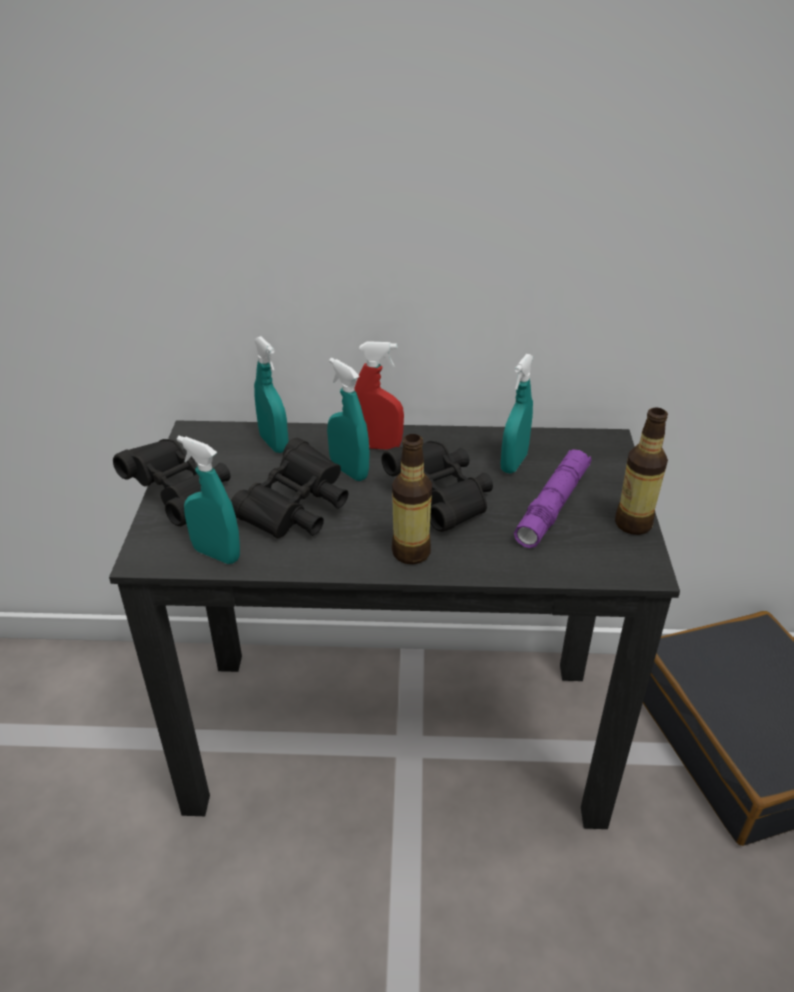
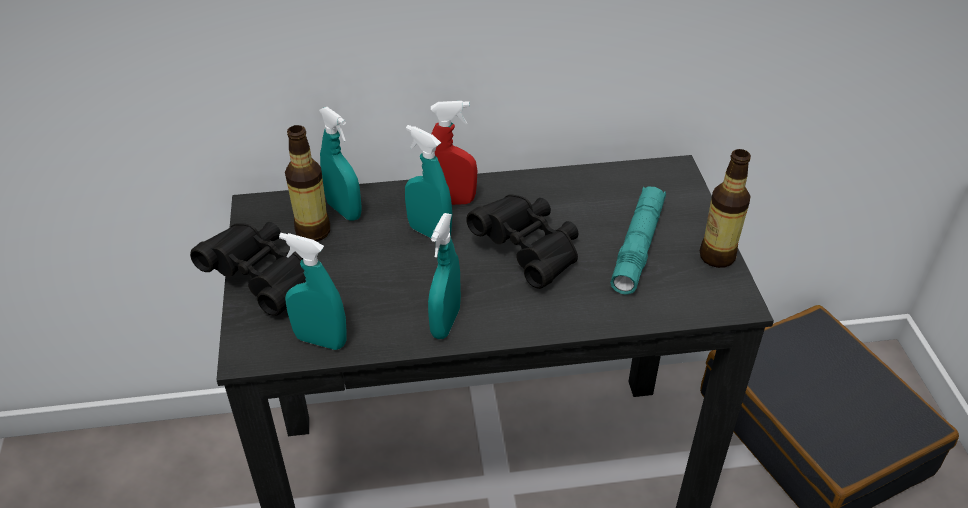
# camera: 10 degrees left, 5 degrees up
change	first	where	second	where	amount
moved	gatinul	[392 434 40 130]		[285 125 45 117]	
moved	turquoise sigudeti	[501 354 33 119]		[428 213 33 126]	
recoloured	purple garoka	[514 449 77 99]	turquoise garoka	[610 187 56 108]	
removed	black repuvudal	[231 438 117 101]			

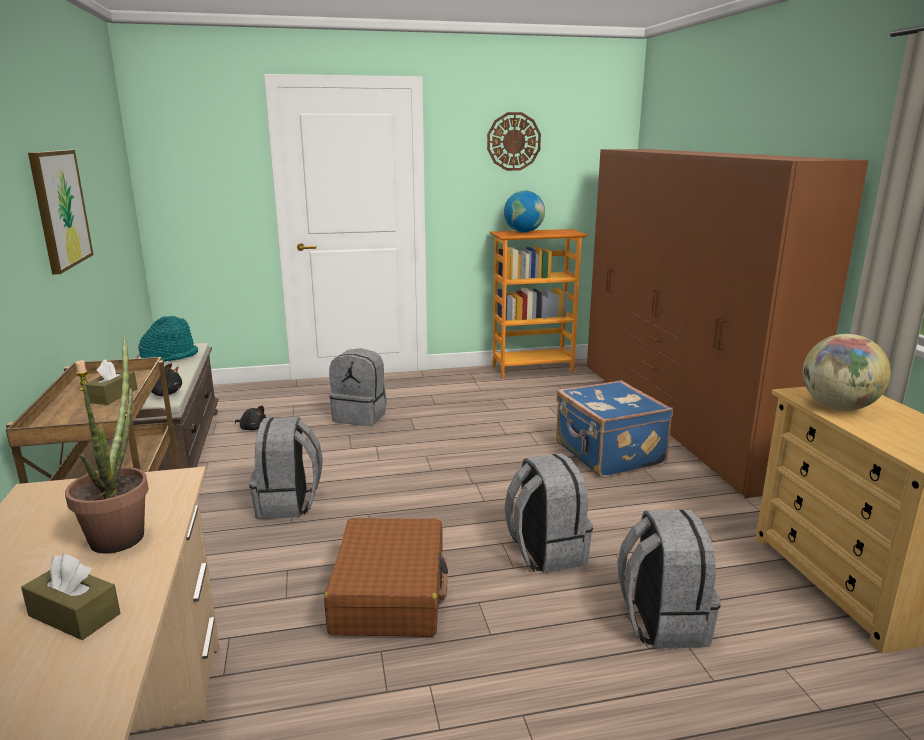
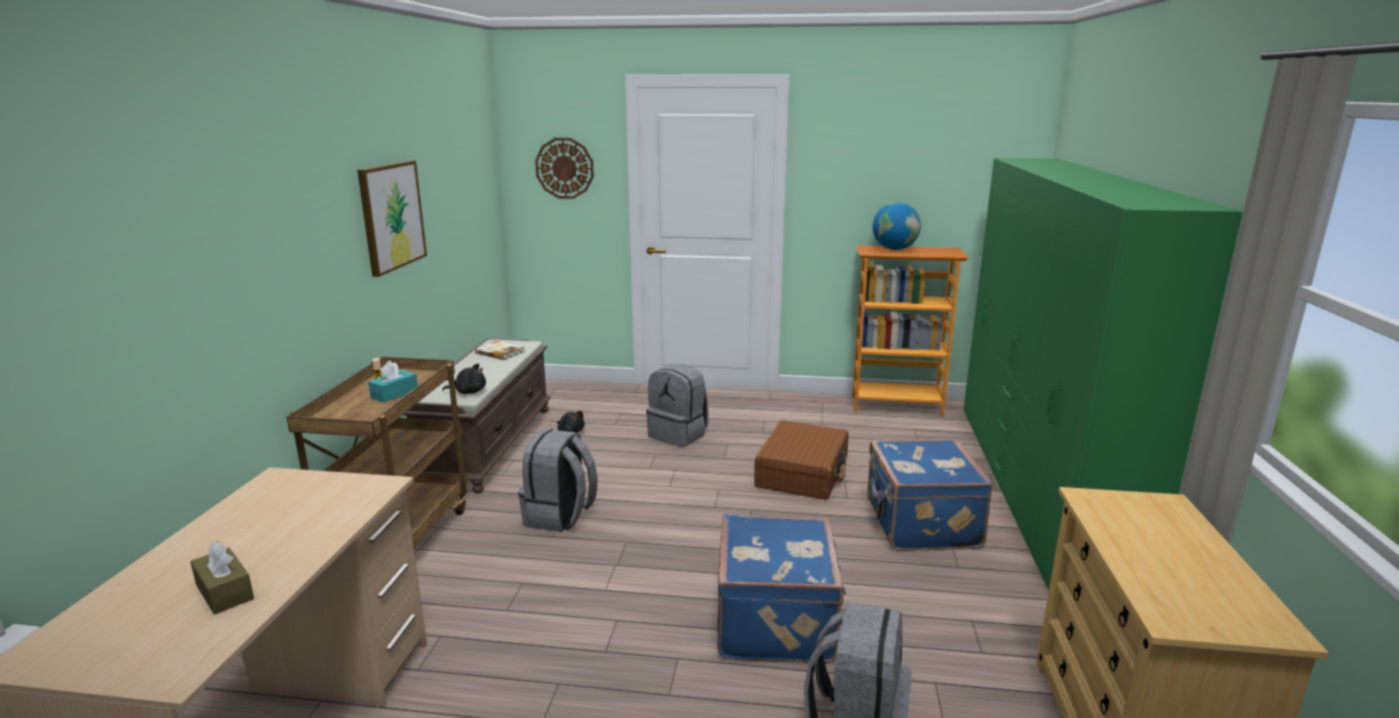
# camera: 20 degrees right, 0 degrees up
change	first	where	second	where	amount
recoloured	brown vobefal	[85 359 52 46]	turquoise vobefal	[368 361 50 42]	
replaced	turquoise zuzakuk	[138 316 60 46]	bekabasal	[475 341 50 19]	
moved	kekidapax	[487 112 54 59]		[535 138 59 61]	
replaced	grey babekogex	[505 453 88 121]	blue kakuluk	[717 514 129 149]	
moved	brown kakuluk	[324 518 124 119]		[754 420 94 80]	
recoloured	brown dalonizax	[587 149 282 349]	green dalonizax	[964 158 279 433]	
removed	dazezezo	[65 336 83 218]			
removed	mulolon	[803 334 88 77]			

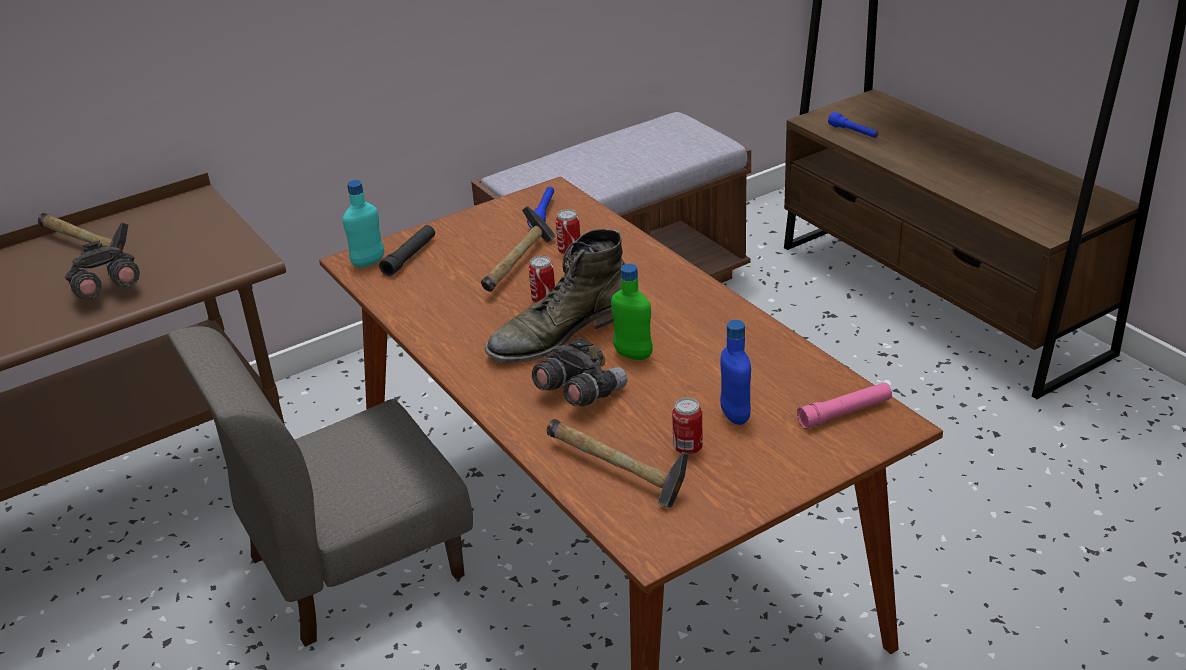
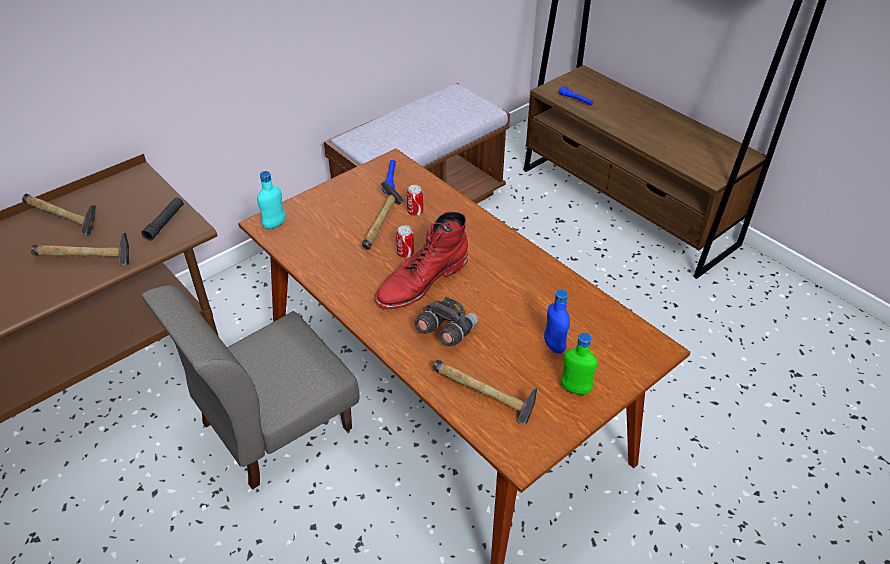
# camera: 10 degrees left, 10 degrees up
change	first	where	second	where	amount
replaced	grey repuvudal	[65 240 75 60]	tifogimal	[31 233 98 32]	
moved	black garoka	[379 225 56 51]		[141 197 43 44]	
recoloured	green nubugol	[485 229 140 134]	red nubugol	[375 211 93 99]	
moved	green gatinul	[611 264 42 96]		[561 333 36 62]	
removed	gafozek	[672 398 31 57]			
removed	pink garoka	[797 383 95 46]			

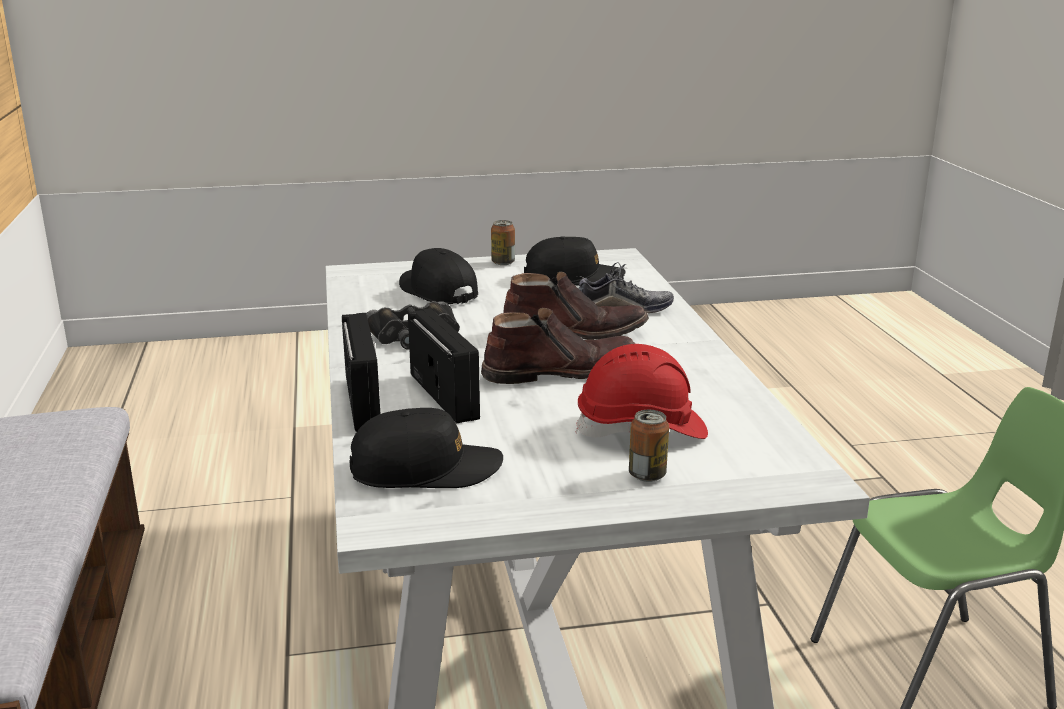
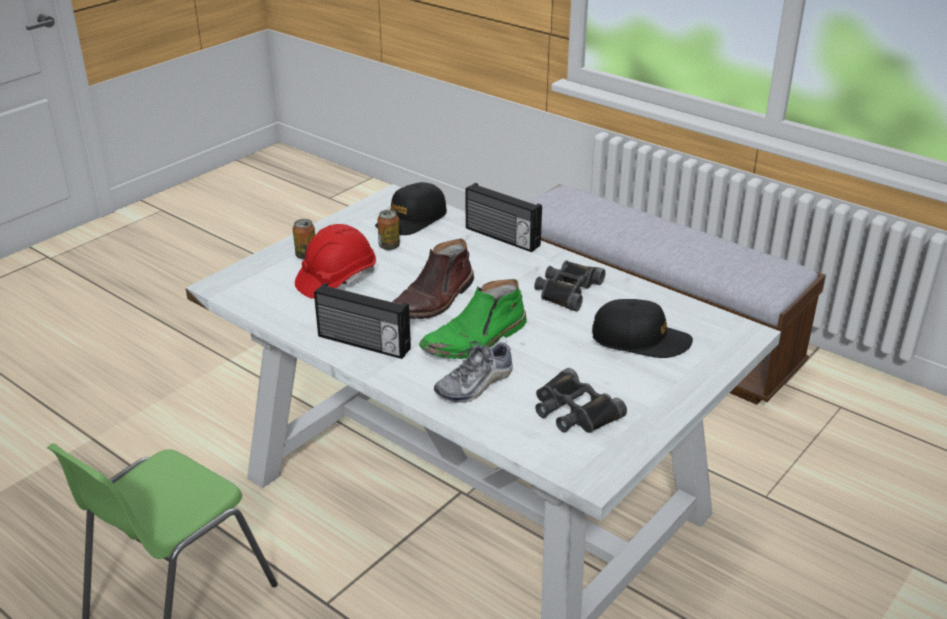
# camera: 140 degrees right, 10 degrees up
change	first	where	second	where	amount
moved	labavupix	[408 308 72 115]		[314 283 97 76]	
moved	gafozek	[491 220 24 45]		[377 210 23 40]	
recoloured	brown nubugol	[503 272 146 68]	green nubugol	[419 279 108 80]	
replaced	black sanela	[524 236 101 50]	black repuvudal	[535 368 92 65]	

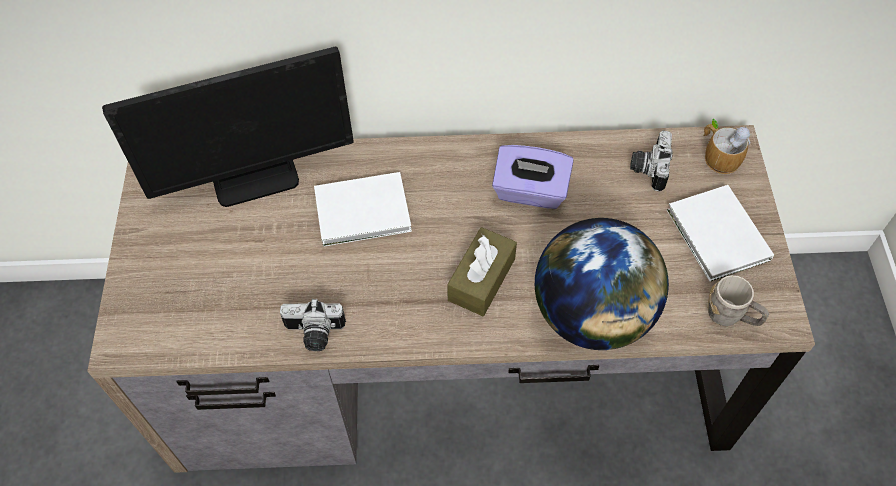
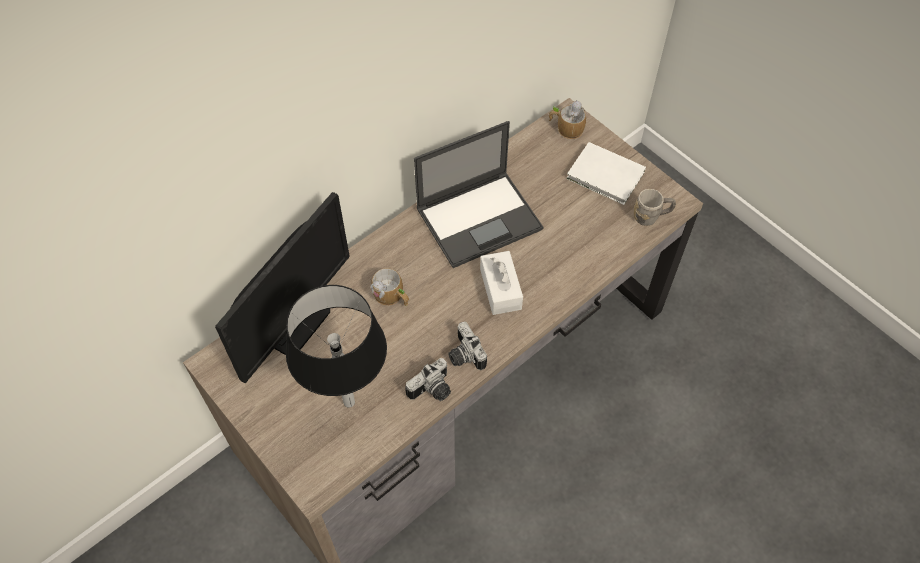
# camera: 40 degrees left, 0 degrees up
change	first	where	second	where	amount
added			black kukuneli	[286 285 101 123]	
replaced	white bekabasal	[314 172 98 75]	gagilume	[371 268 38 38]	
replaced	purple vobefal	[492 145 82 64]	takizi	[414 121 129 147]	
moved	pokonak	[630 131 43 60]		[448 321 39 49]	
recoloured	brown vobefal	[447 227 70 89]	white vobefal	[480 251 43 64]	
removed	mulolon	[535 218 134 132]			

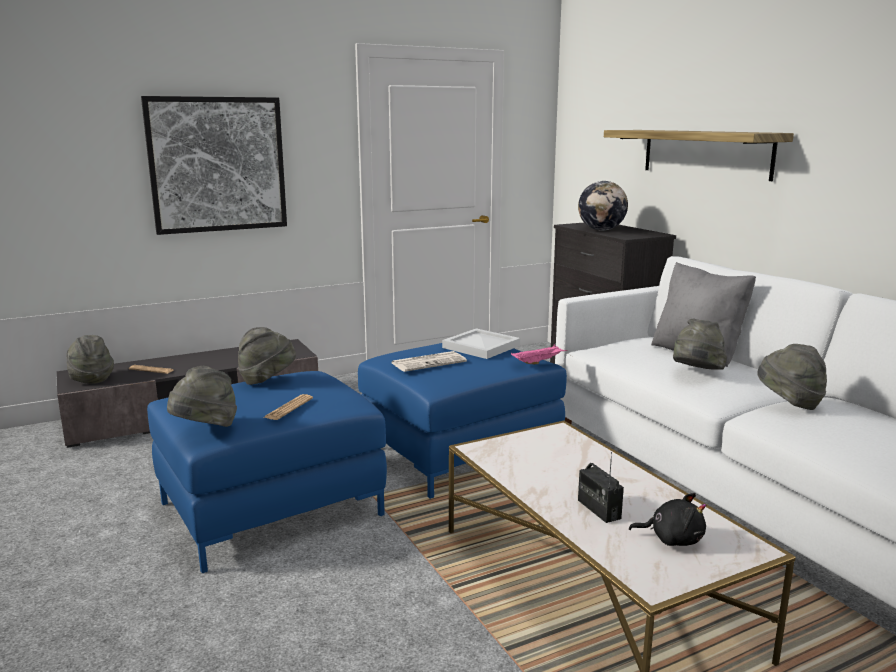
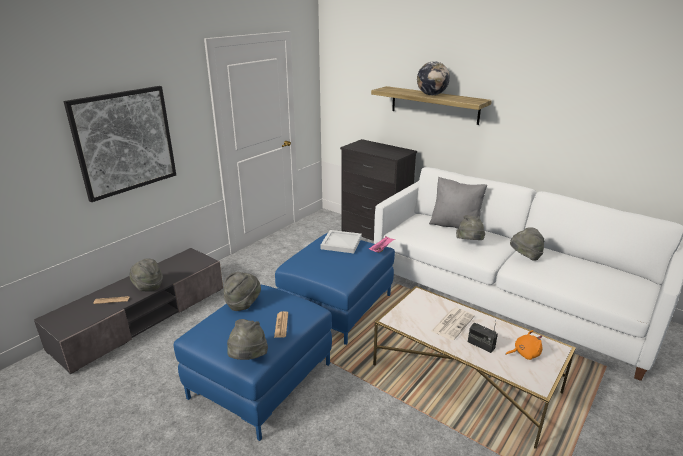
# camera: 25 degrees left, 10 degrees up
change	first	where	second	where	amount
moved	grey zuzakuk	[66 335 48 49]		[129 259 34 33]	
moved	mulolon	[578 181 50 50]		[417 61 33 34]	
moved	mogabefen	[392 351 75 21]		[431 308 44 32]	
recoloured	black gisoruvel	[629 493 77 53]	orange gisoruvel	[505 330 37 30]	

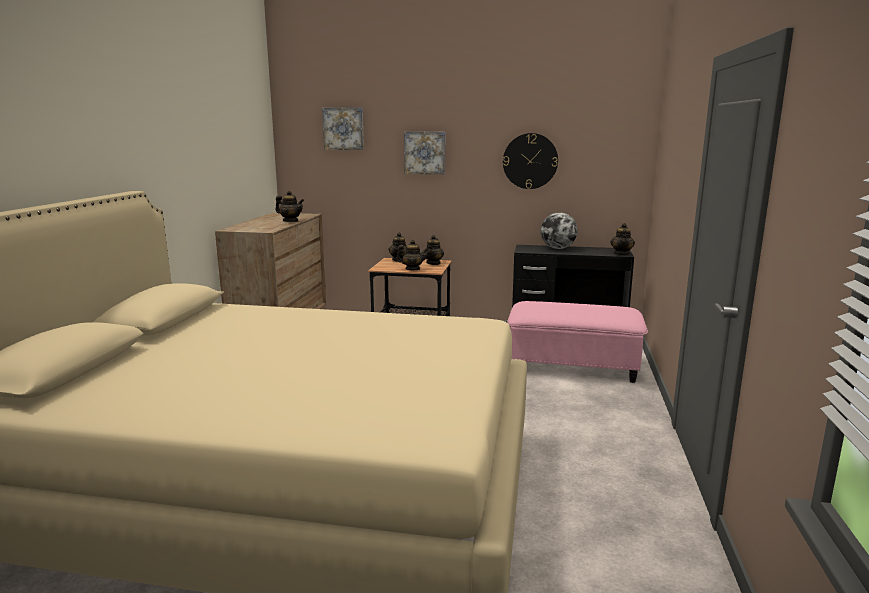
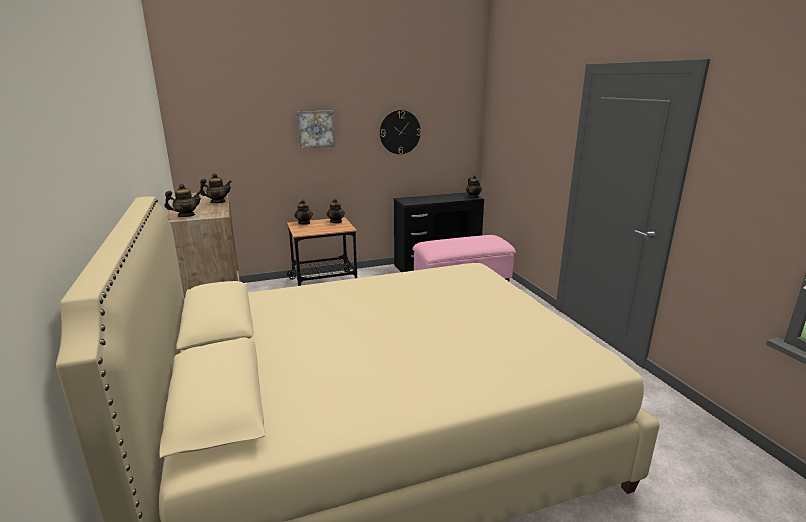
# camera: 30 degrees left, 5 degrees up
change	first	where	second	where	amount
moved	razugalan	[396 240 33 30]		[165 184 37 33]	
removed	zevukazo	[322 108 42 42]			
removed	mulolon	[541 212 37 37]			

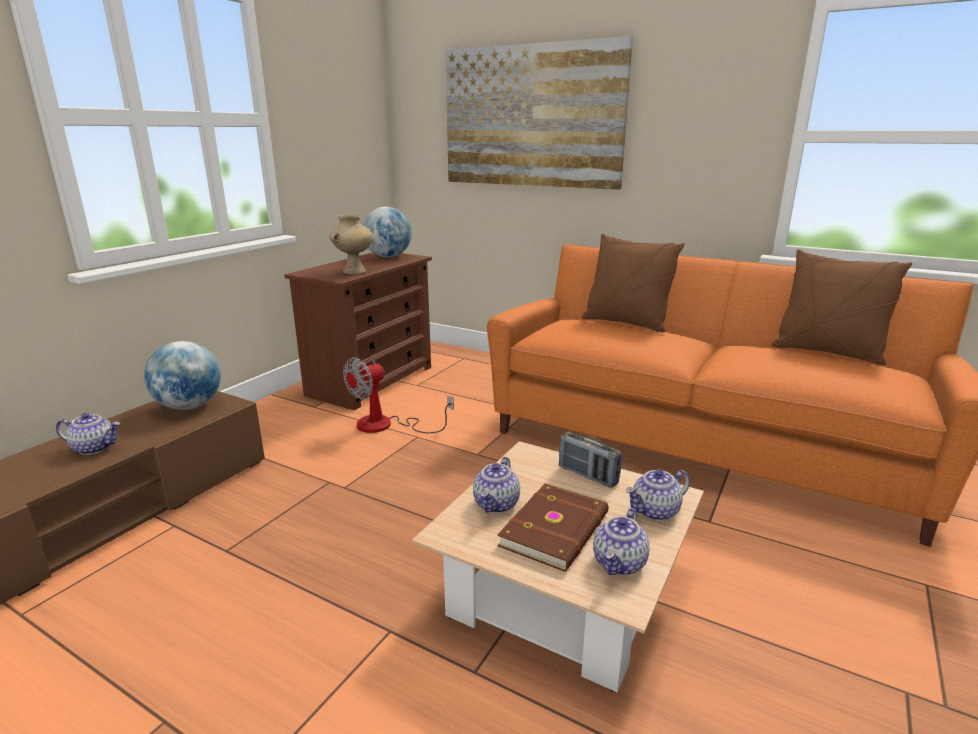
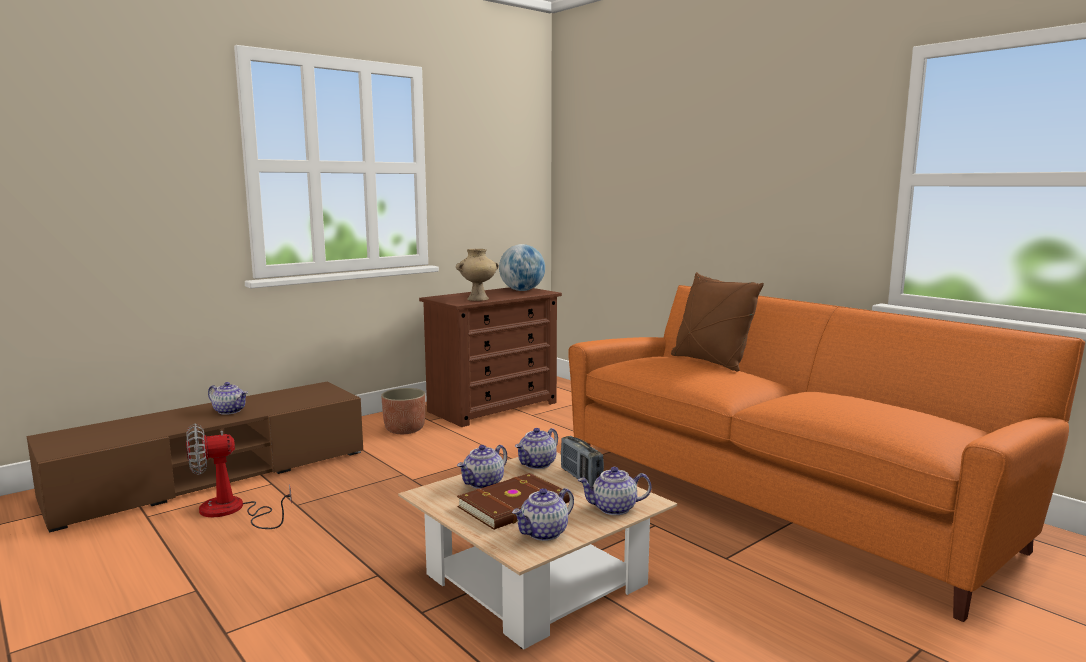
# camera: 20 degrees right, 10 degrees down
change	first	where	second	where	amount
moved	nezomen	[343 357 111 76]		[186 424 106 105]	
added			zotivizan	[381 388 44 46]	
added			razugalan	[515 428 43 41]	
removed	mulolon	[144 341 77 69]			
removed	zevukazo	[445 36 188 154]			
removed	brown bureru	[771 250 141 115]			

